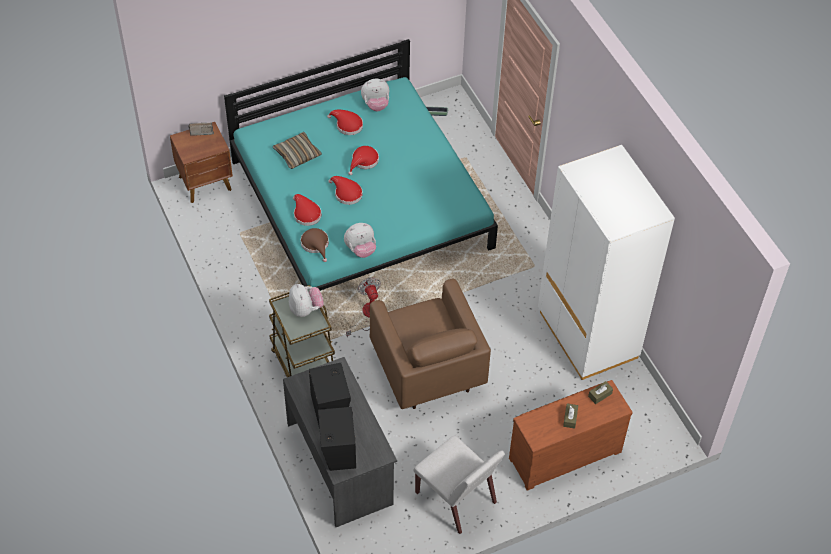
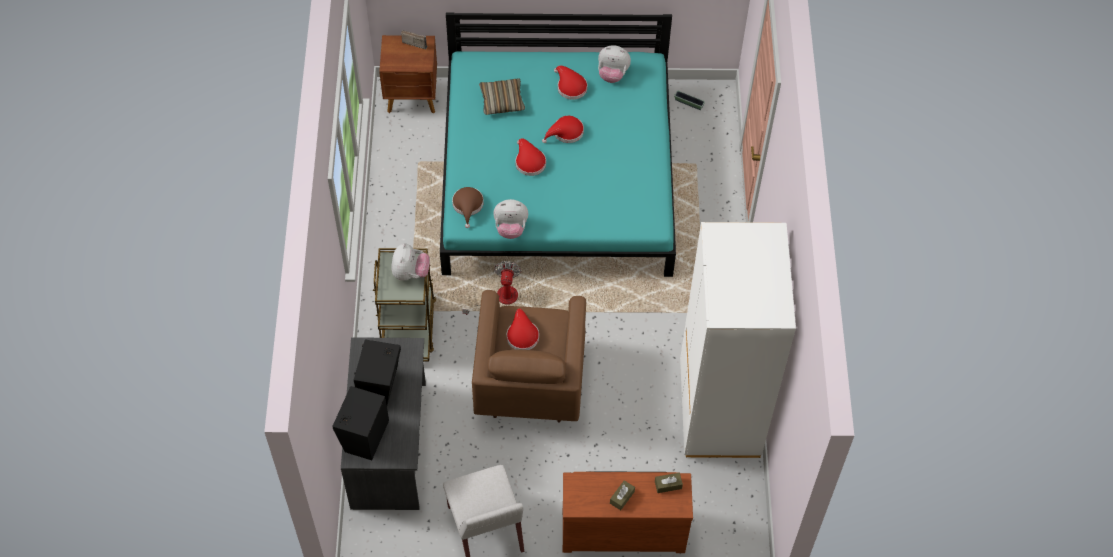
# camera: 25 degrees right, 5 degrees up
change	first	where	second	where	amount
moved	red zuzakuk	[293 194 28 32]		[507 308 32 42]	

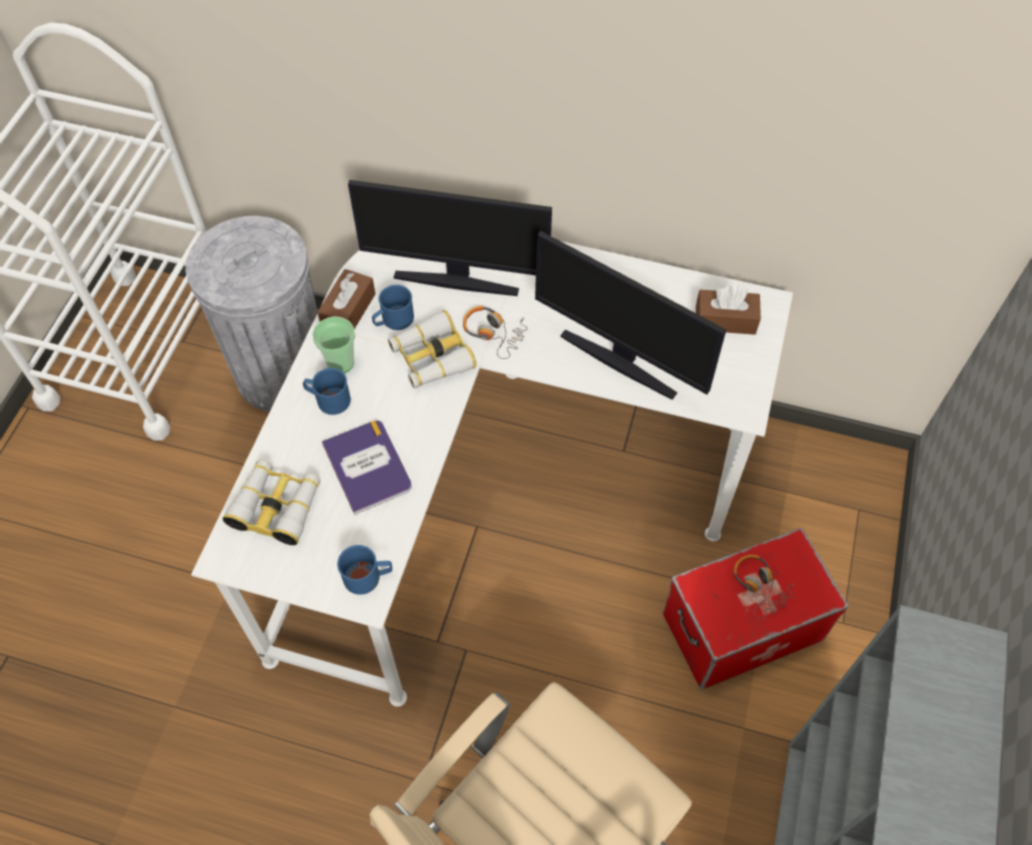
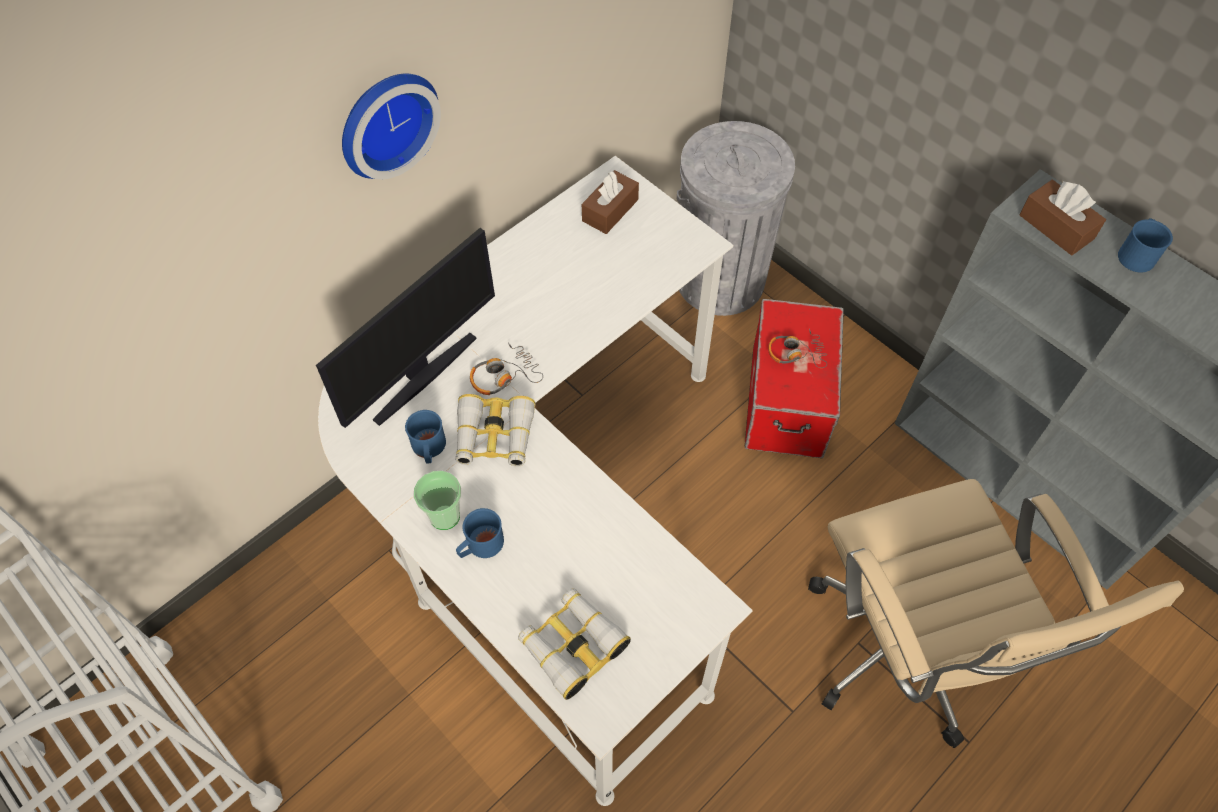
# camera: 60 degrees left, 0 degrees up
change	first	where	second	where	amount
added			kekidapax	[342 73 99 106]	
moved	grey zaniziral	[186 216 132 196]		[677 121 118 195]	
moved	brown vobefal	[317 269 58 60]		[1020 180 86 75]	
moved	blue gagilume	[337 545 55 50]		[1118 218 55 54]	
removed	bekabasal	[322 420 90 95]			
removed	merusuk	[535 231 191 169]			

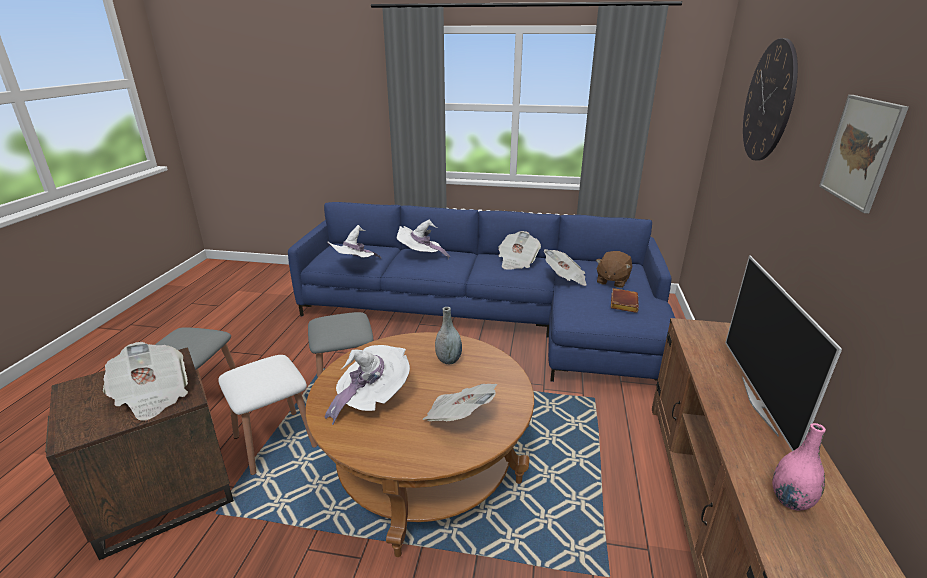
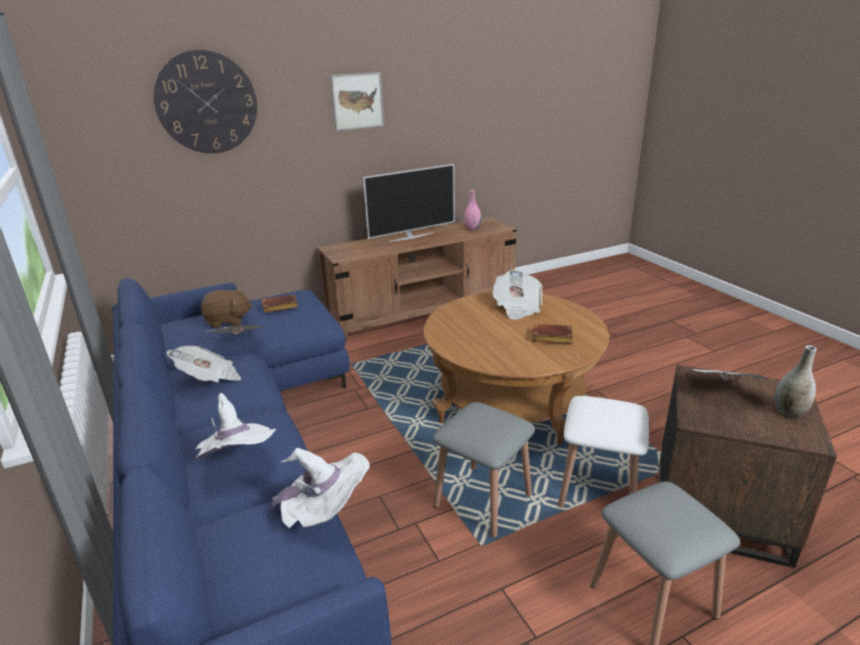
# camera: 125 degrees left, 0 degrees up
change	first	where	second	where	amount
replaced	white zuzakuk	[324 345 86 80]	brown bekabasal	[533 324 40 20]	
moved	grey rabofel	[435 307 27 57]		[774 345 43 72]	

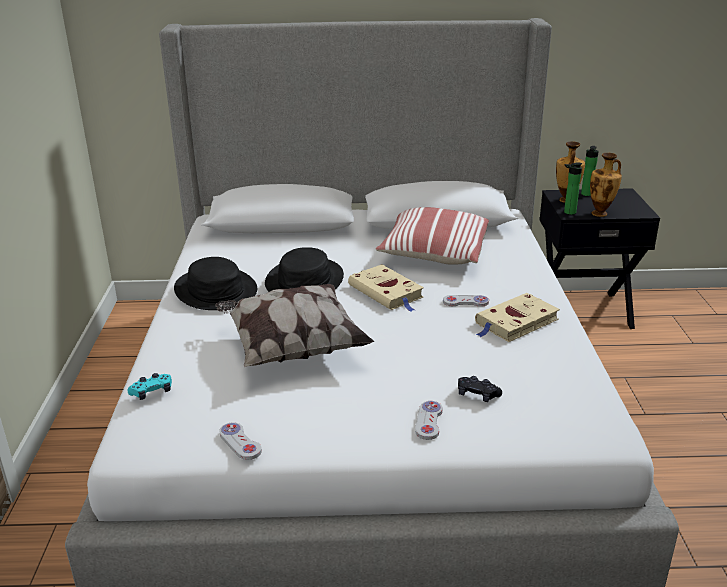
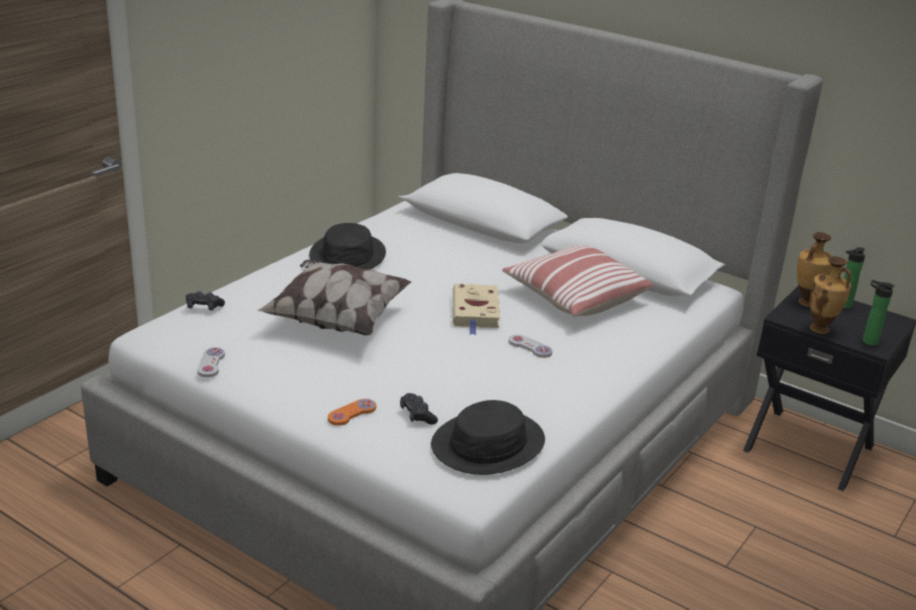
# camera: 35 degrees right, 0 degrees up
change	first	where	second	where	amount
recoloured	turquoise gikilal	[128 373 44 27]	black gikilal	[186 291 39 19]	
recoloured	white gikilal	[415 401 28 39]	orange gikilal	[328 399 48 27]	
moved	black zuzakuk	[265 247 79 45]		[431 400 114 75]	
moved	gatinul	[564 162 18 53]		[863 280 32 66]	
removed	beige bekabasal	[475 293 85 49]			

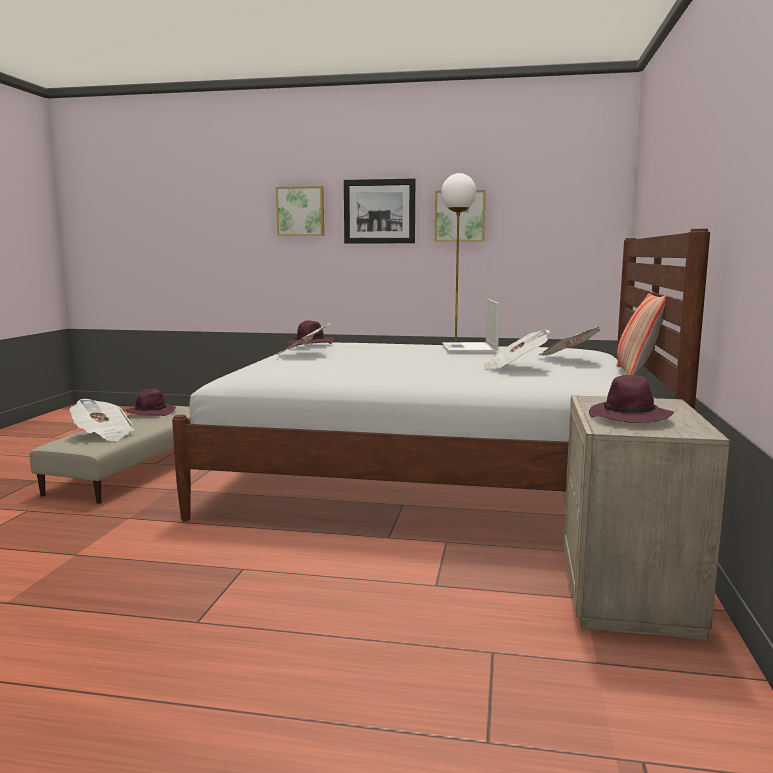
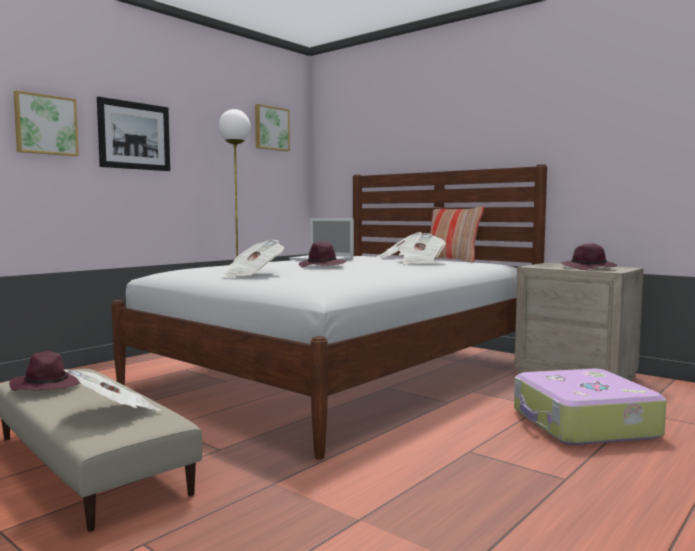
# camera: 60 degrees left, 5 degrees down
change	first	where	second	where	amount
moved	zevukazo	[435 190 51 52]		[255 104 35 47]	
moved	purple zuzakuk	[286 320 48 25]		[299 241 47 27]	
added			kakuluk	[514 369 153 76]	

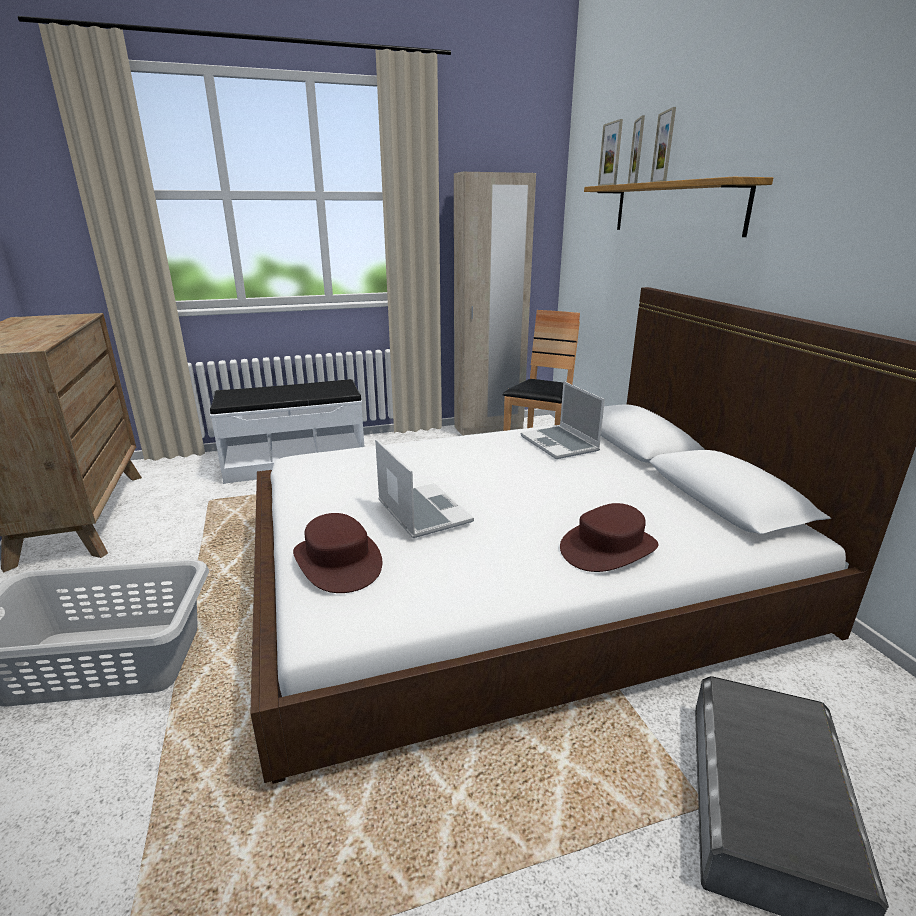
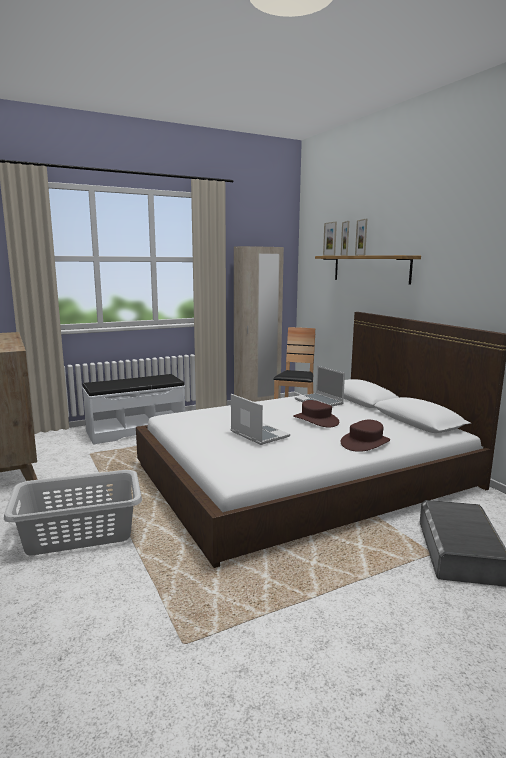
# camera: 10 degrees left, 10 degrees down
change	first	where	second	where	amount
moved	brown zuzakuk	[293 513 89 80]		[293 400 46 27]	

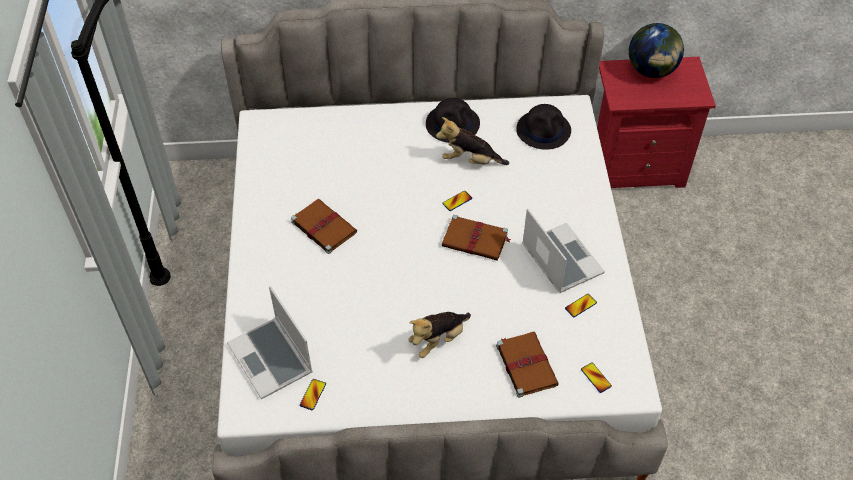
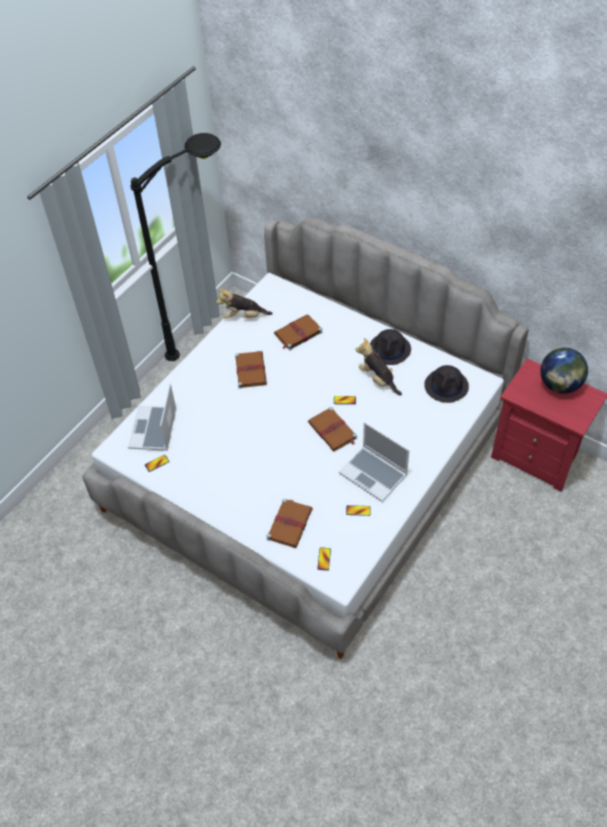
# camera: 40 degrees right, 0 degrees up
change	first	where	second	where	amount
moved	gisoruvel	[408 312 63 46]		[216 288 57 31]	
added			brown bekabasal	[274 314 48 36]	
turned	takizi	[522 208 83 85]		[339 422 71 80]	120 degrees clockwise

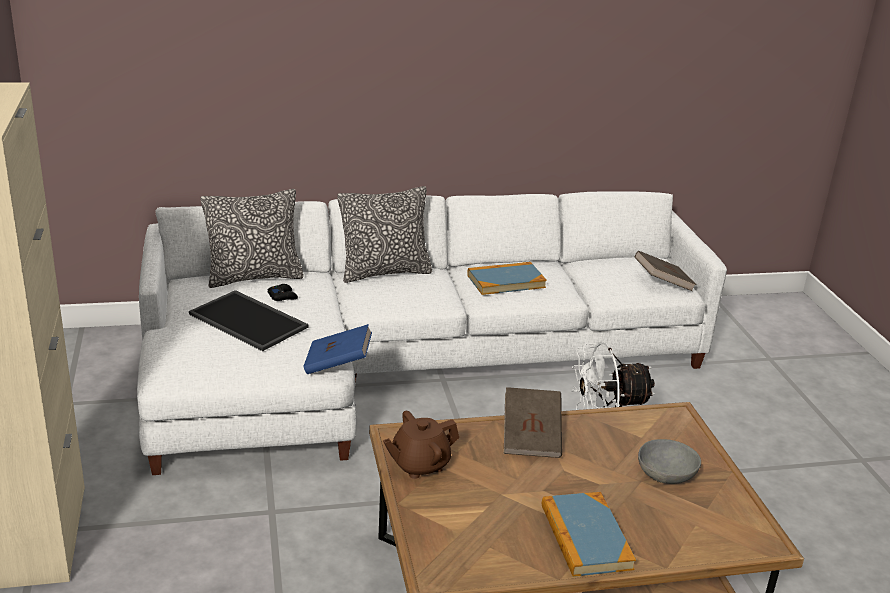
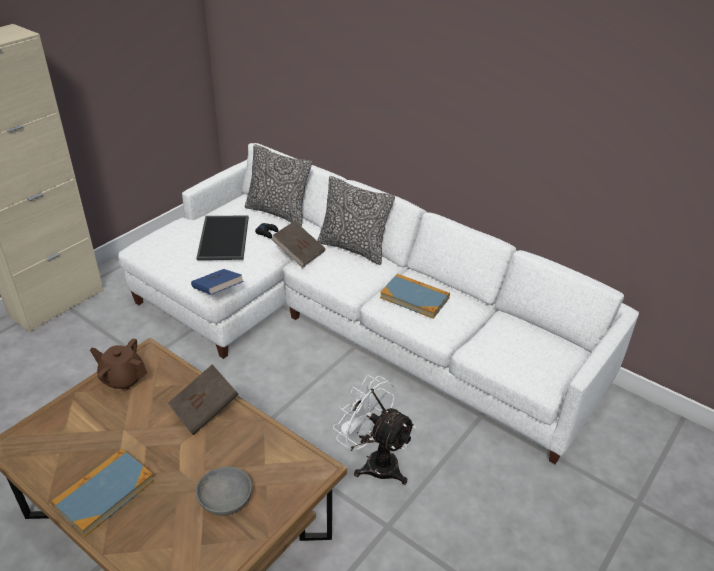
# camera: 50 degrees right, 10 degrees up
change	first	where	second	where	amount
moved	brown bekabasal	[634 251 62 40]		[271 221 54 47]	

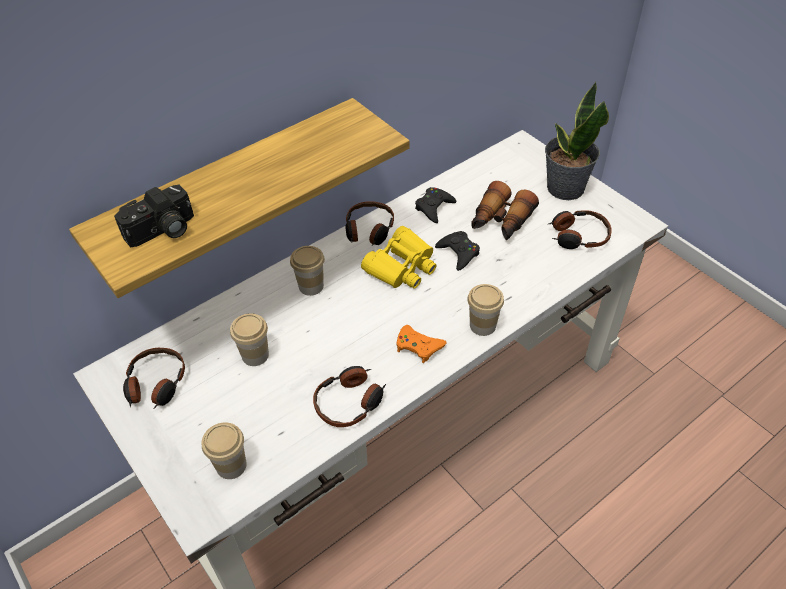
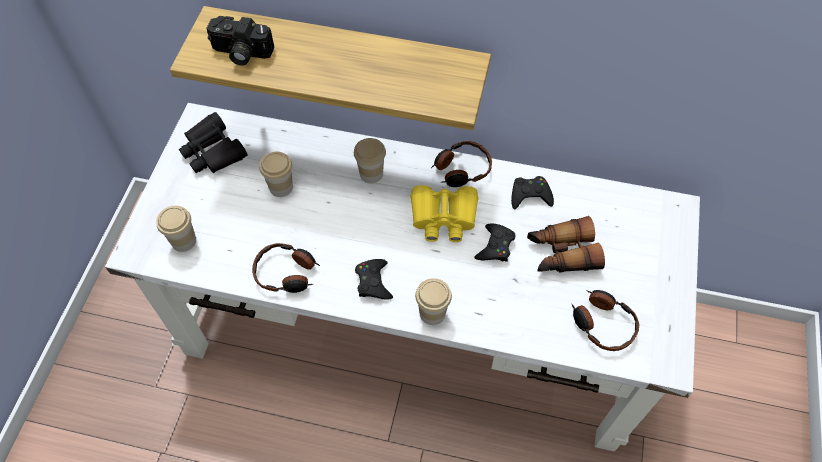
# camera: 50 degrees right, 10 degrees up
change	first	where	second	where	amount
replaced	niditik	[123 348 62 61]	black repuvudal	[179 112 69 61]	
recoloured	orange gikilal	[396 325 50 38]	black gikilal	[355 259 38 41]	
removed	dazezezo	[545 82 64 118]			

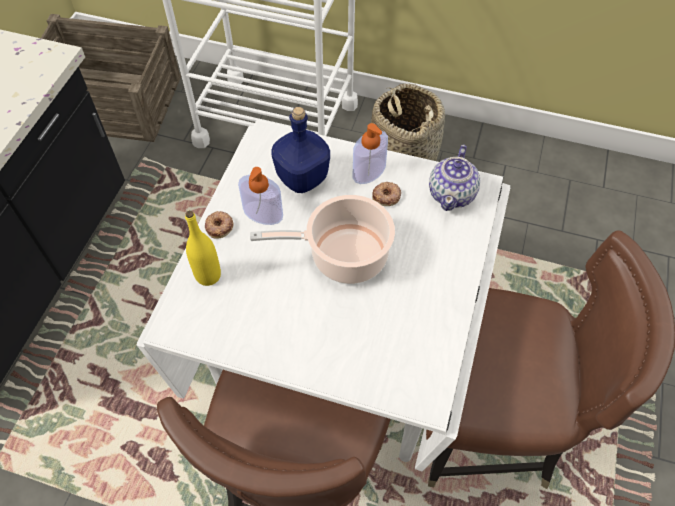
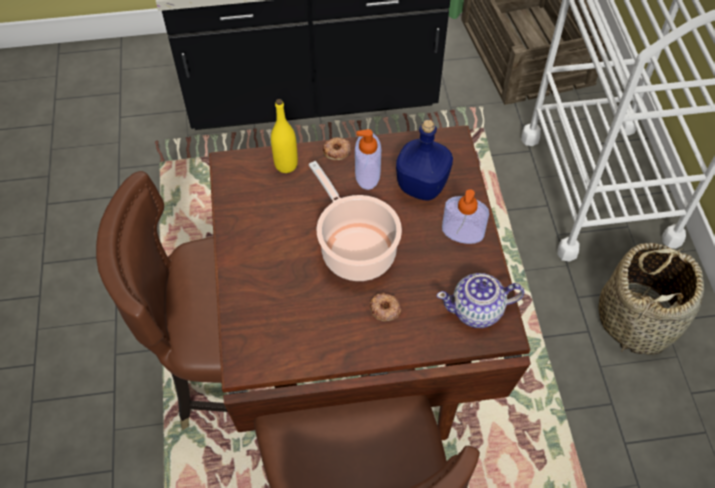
# camera: 65 degrees right, 0 degrees up
change	first	where	second	where	amount
recoloured	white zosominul	[137 120 374 351]	brown zosominul	[209 125 322 315]	
moved	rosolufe	[372 182 29 24]		[370 293 31 28]	

